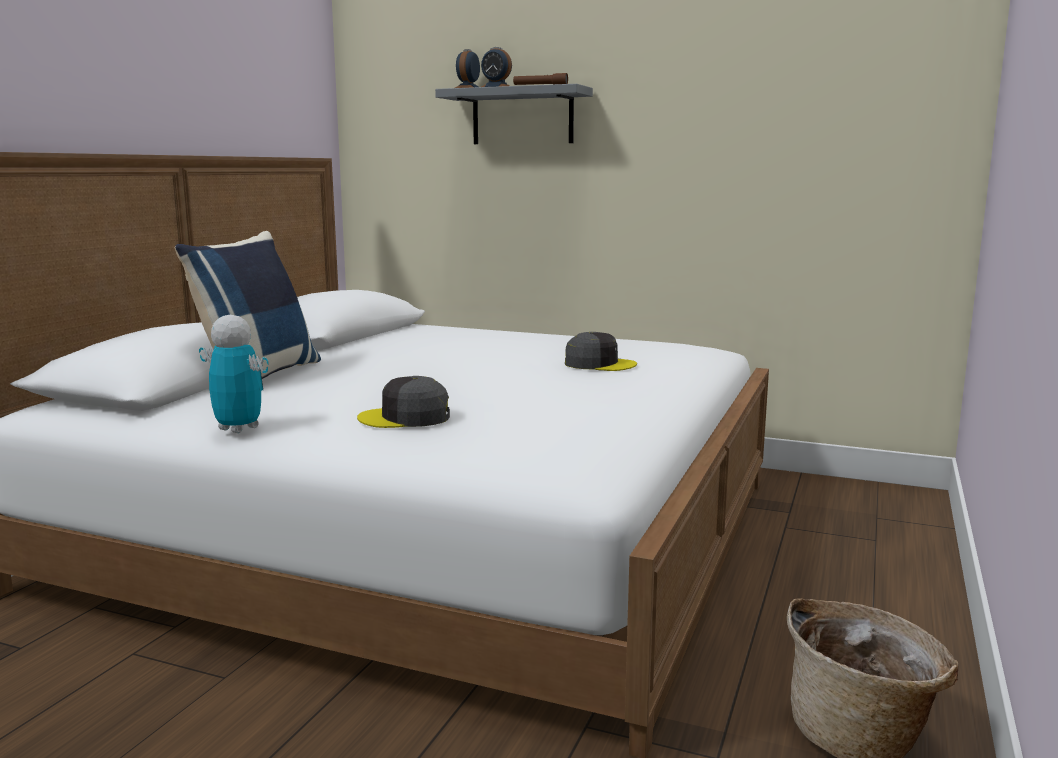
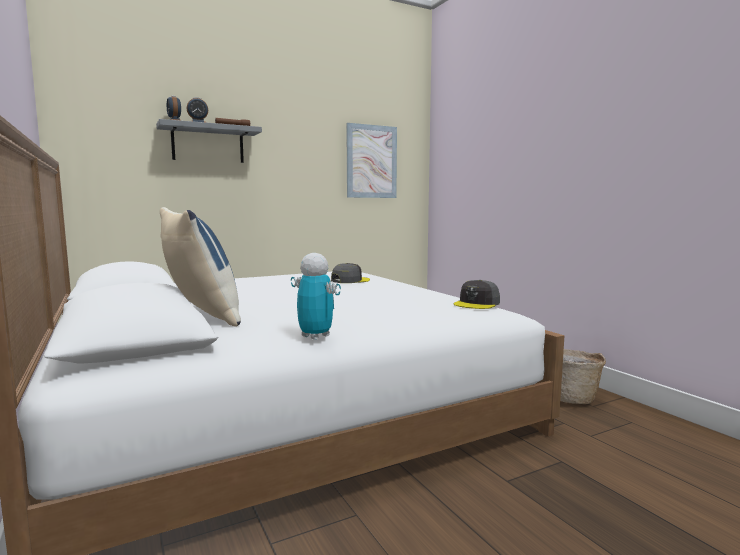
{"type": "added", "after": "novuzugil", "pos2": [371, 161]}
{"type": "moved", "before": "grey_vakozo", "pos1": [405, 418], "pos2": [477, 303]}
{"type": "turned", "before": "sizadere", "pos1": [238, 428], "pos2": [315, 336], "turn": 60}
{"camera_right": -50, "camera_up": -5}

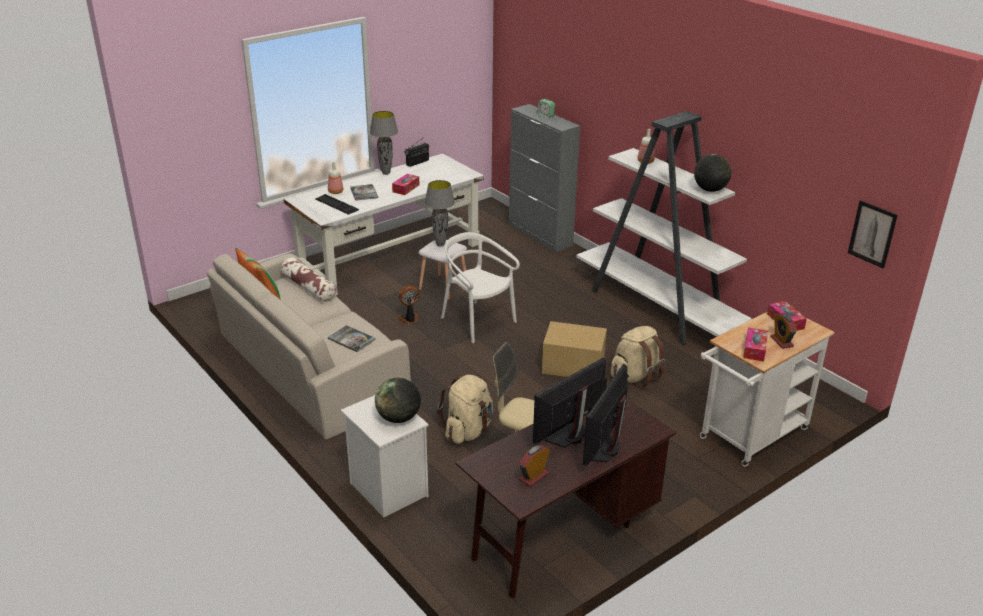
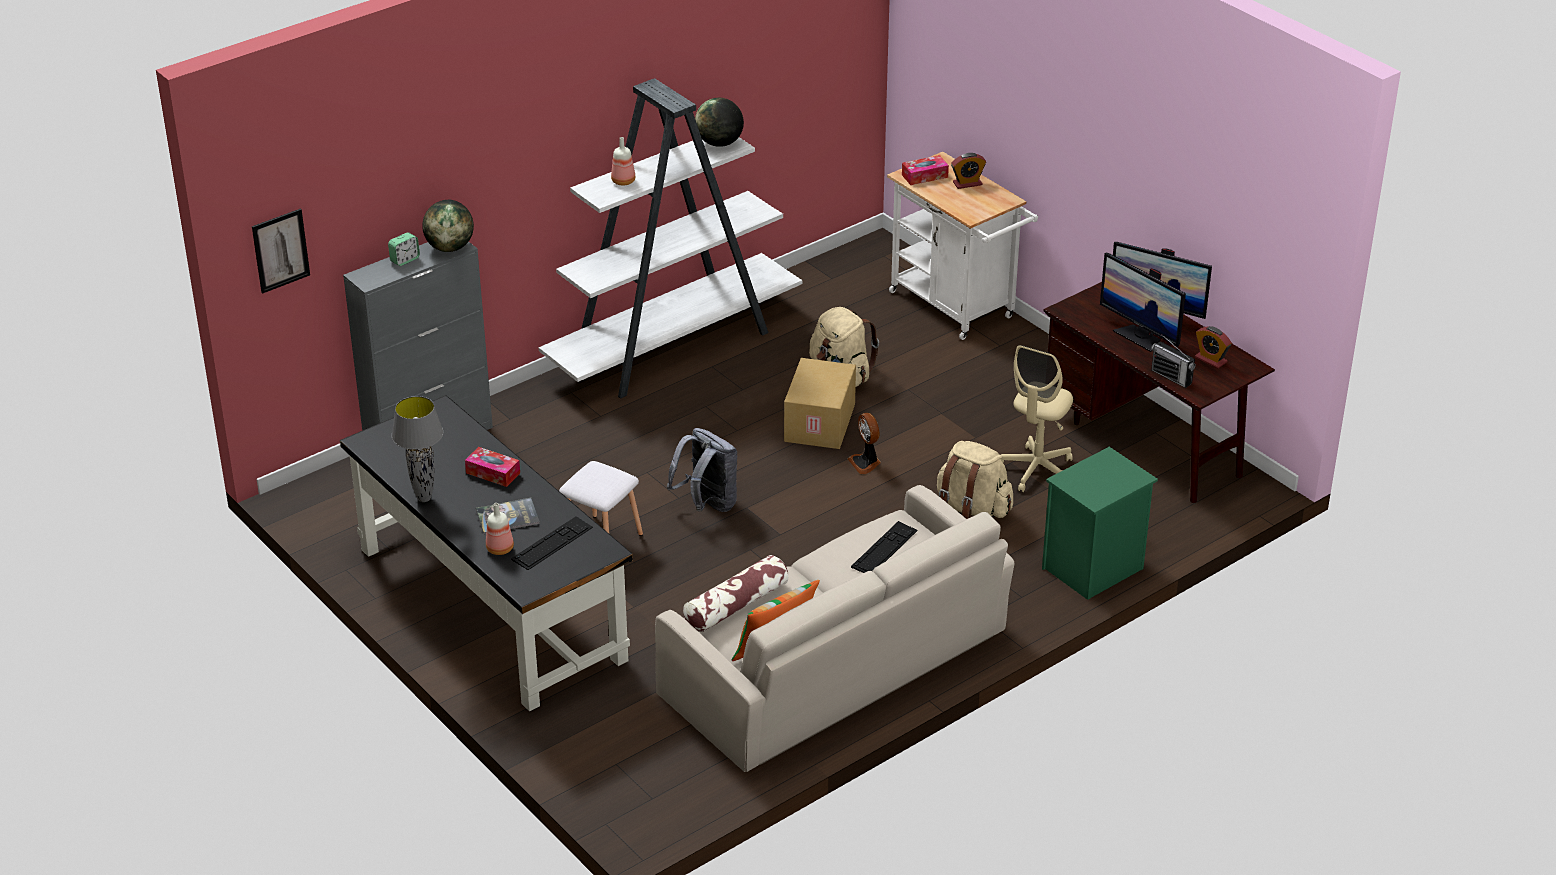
{"type": "removed", "before": "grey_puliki", "pos1": [440, 244]}
{"type": "removed", "before": "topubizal", "pos1": [754, 349]}
{"type": "moved", "before": "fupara", "pos1": [398, 418], "pos2": [449, 248]}
{"type": "moved", "before": "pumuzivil", "pos1": [409, 319], "pos2": [866, 463]}
{"type": "moved", "before": "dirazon", "pos1": [417, 162], "pos2": [1171, 377]}
{"type": "moved", "before": "novuzugil", "pos1": [872, 234], "pos2": [280, 250]}
{"type": "replaced", "before": "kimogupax", "after": "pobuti", "pos1": [351, 339], "pos2": [884, 549]}
{"type": "replaced", "before": "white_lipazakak", "after": "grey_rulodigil", "pos1": [477, 321], "pos2": [707, 505]}
{"type": "recoloured", "before": "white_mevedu", "after": "black_mevedu", "pos1": [390, 256], "pos2": [489, 603]}
{"type": "recoloured", "before": "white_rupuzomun", "after": "green_rupuzomun", "pos1": [386, 489], "pos2": [1093, 569]}
{"camera_right": -90, "camera_up": 5}

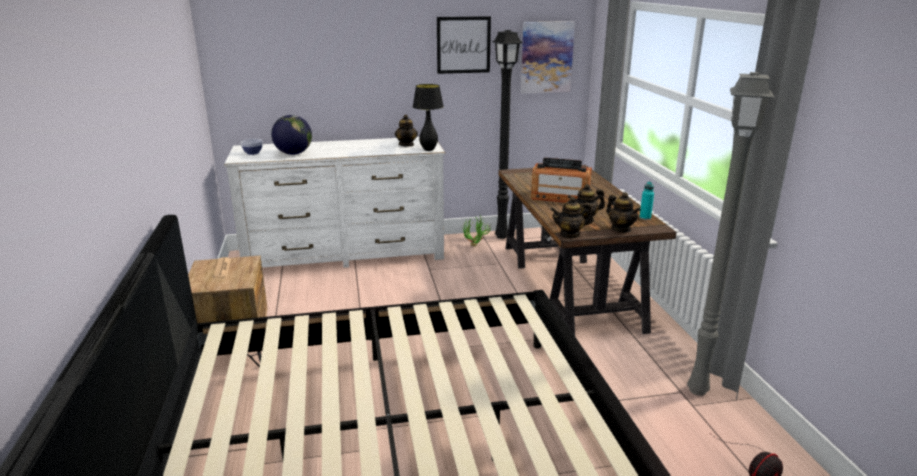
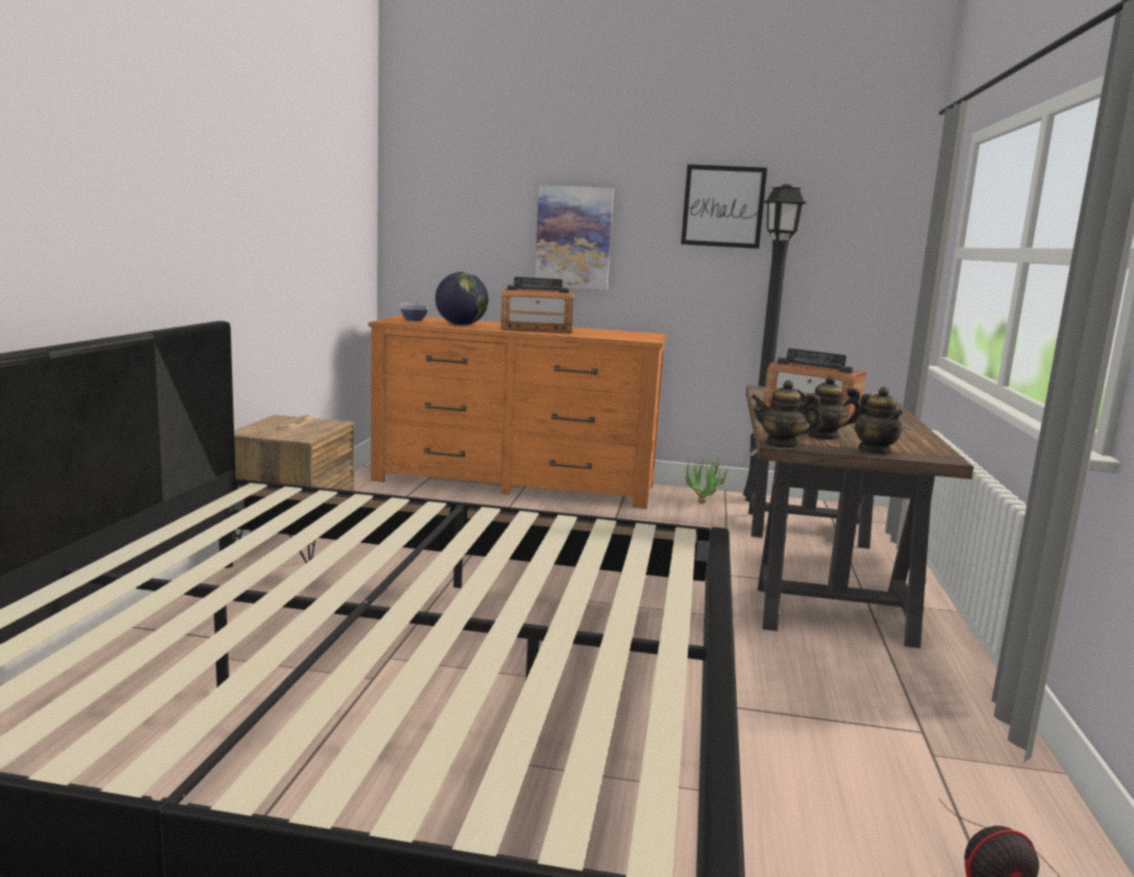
{"type": "removed", "before": "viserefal", "pos1": [406, 145]}
{"type": "removed", "before": "black_puliki", "pos1": [429, 149]}
{"type": "removed", "before": "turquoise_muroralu", "pos1": [645, 218]}
{"type": "removed", "before": "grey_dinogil", "pos1": [699, 390]}
{"type": "added", "after": "dirazon", "pos2": [535, 330]}
{"type": "moved", "before": "novuzugil", "pos1": [546, 57], "pos2": [573, 237]}
{"type": "recoloured", "before": "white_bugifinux", "after": "orange_bugifinux", "pos1": [345, 254], "pos2": [515, 482]}
{"camera_right": 20, "camera_up": -10}

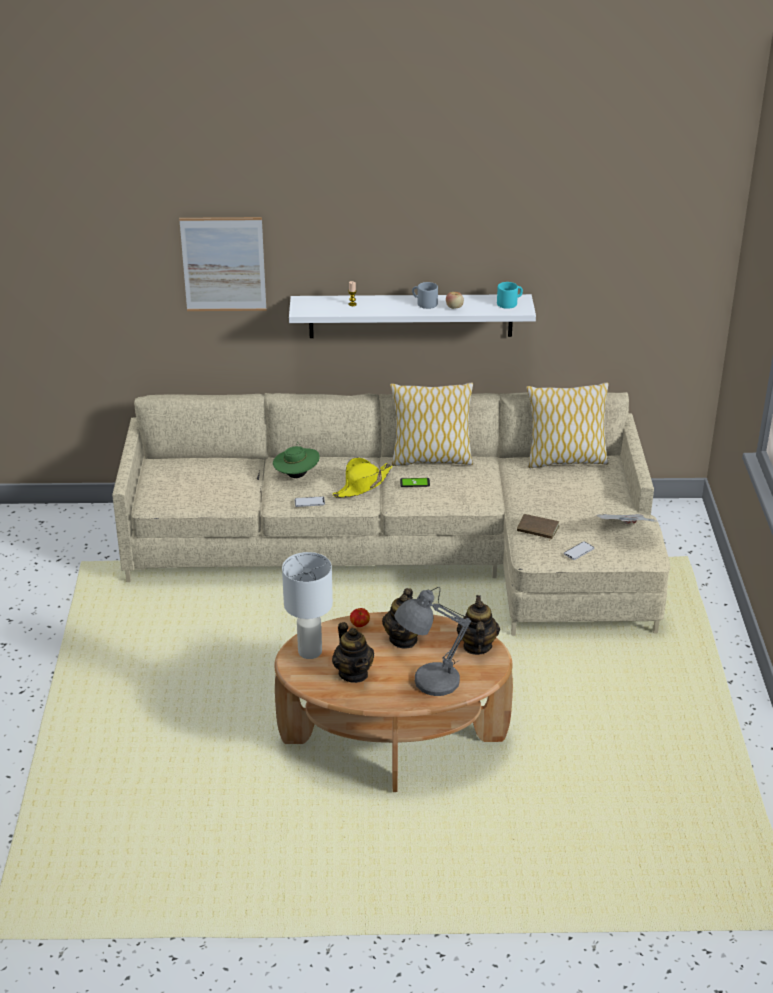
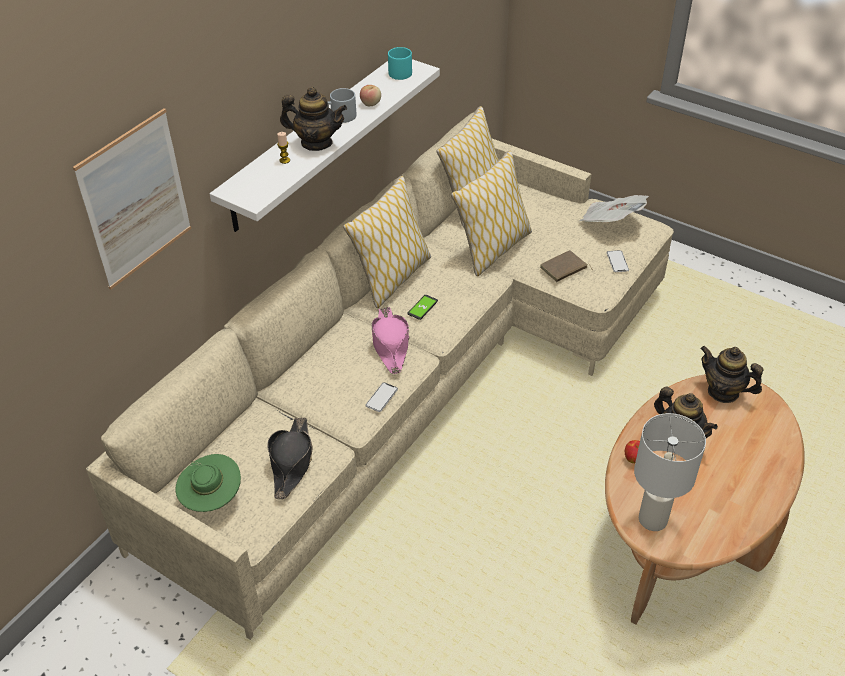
{"type": "removed", "before": "grey_puliki", "pos1": [430, 682]}
{"type": "added", "after": "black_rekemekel", "pos2": [291, 462]}
{"type": "added", "after": "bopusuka", "pos2": [493, 249]}
{"type": "moved", "before": "green_rekemekel", "pos1": [296, 475], "pos2": [211, 498]}
{"type": "moved", "before": "viserefal", "pos1": [353, 673], "pos2": [316, 143]}
{"type": "recoloured", "before": "yellow_rekemekel", "after": "pink_rekemekel", "pos1": [362, 485], "pos2": [390, 344]}
{"camera_right": -55, "camera_up": 10}

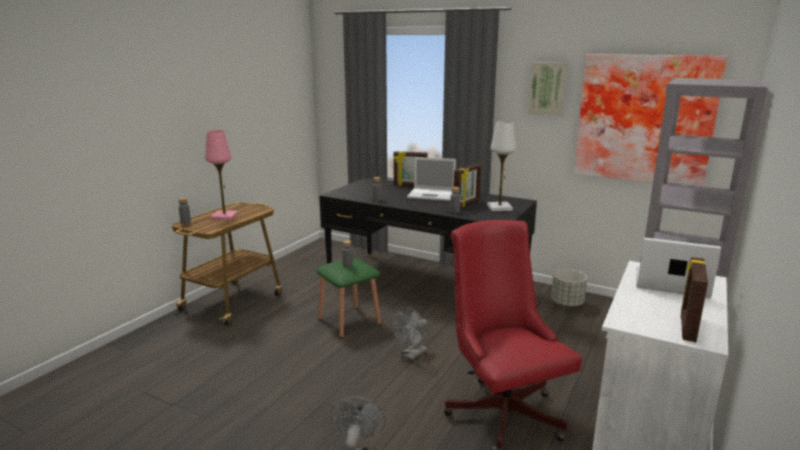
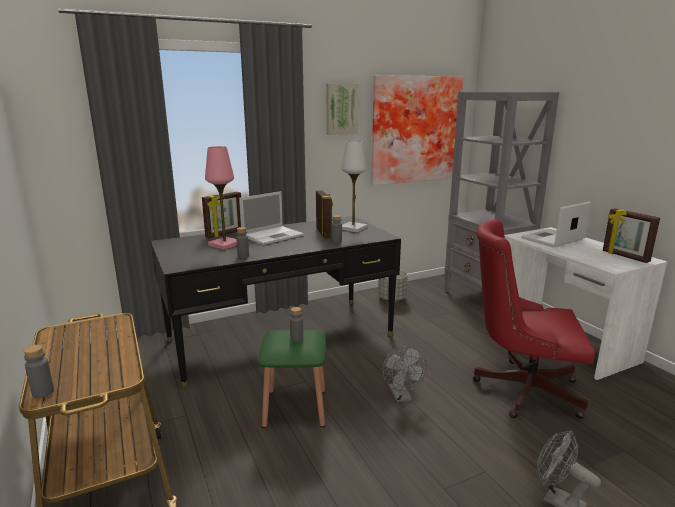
{"type": "moved", "before": "pink_puliki", "pos1": [224, 216], "pos2": [224, 244]}
{"camera_right": -55, "camera_up": 0}

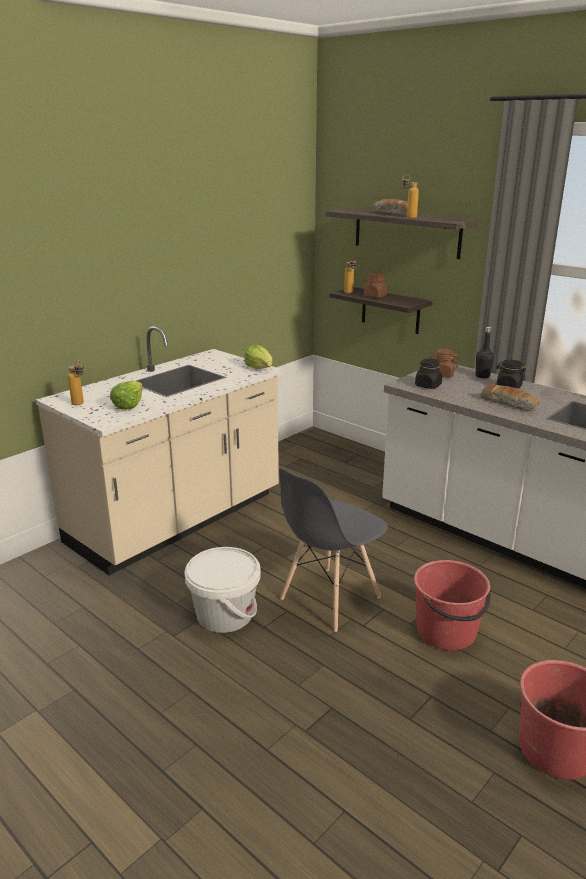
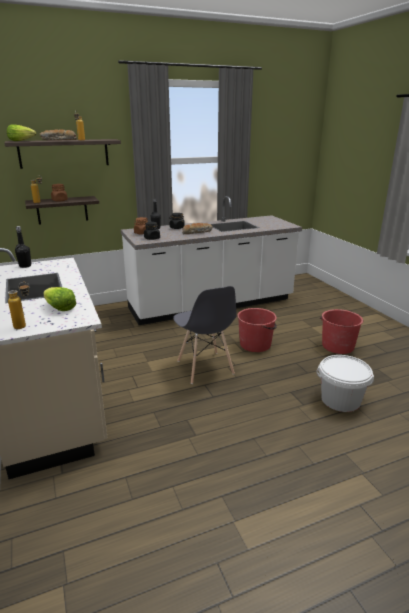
{"type": "added", "after": "black_muroralu", "pos2": [25, 266]}
{"type": "moved", "before": "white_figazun", "pos1": [225, 614], "pos2": [340, 400]}
{"type": "moved", "before": "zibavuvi", "pos1": [260, 368], "pos2": [21, 141]}
{"camera_right": -65, "camera_up": 0}

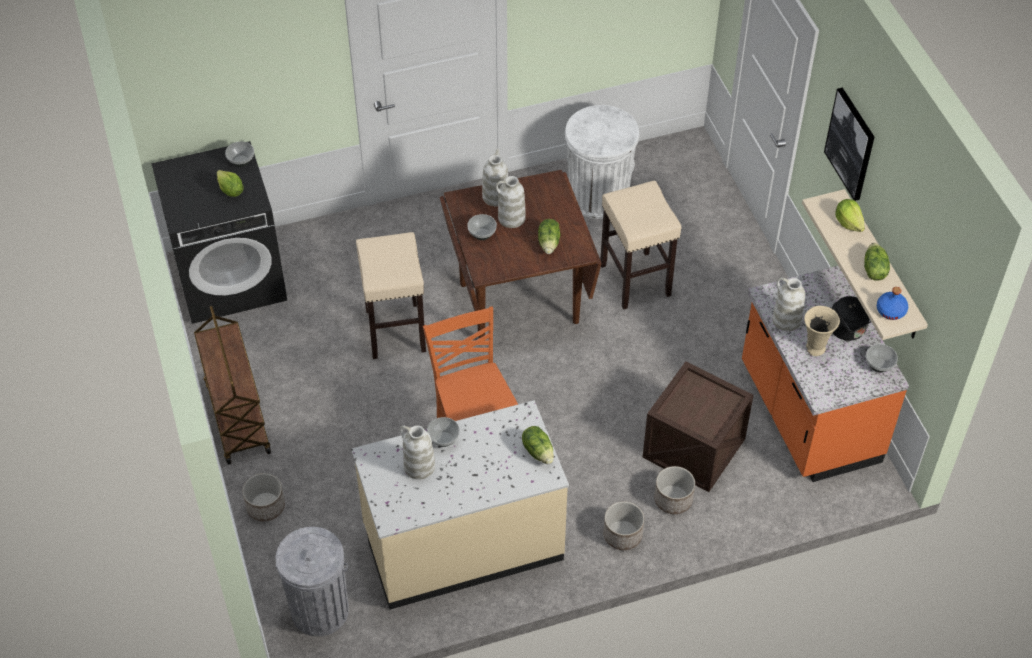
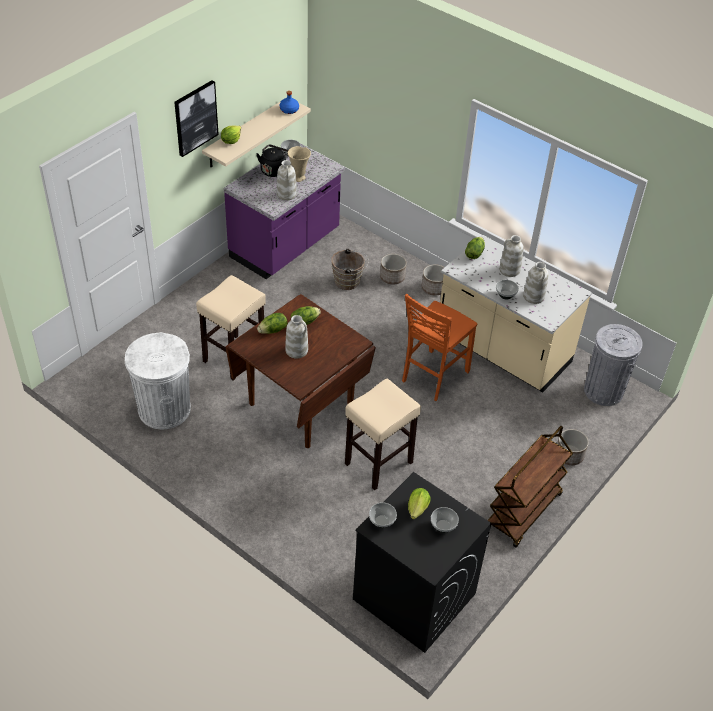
{"type": "moved", "before": "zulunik", "pos1": [482, 234], "pos2": [443, 526]}
{"type": "moved", "before": "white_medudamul", "pos1": [495, 196], "pos2": [509, 270]}
{"type": "moved", "before": "zibavuvi", "pos1": [873, 270], "pos2": [273, 330]}
{"type": "replaced", "before": "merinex", "after": "brown_figazun", "pos1": [694, 448], "pos2": [349, 282]}
{"type": "recoloured", "before": "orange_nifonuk", "after": "purple_nifonuk", "pos1": [807, 415], "pos2": [285, 245]}
{"camera_right": -125, "camera_up": -5}

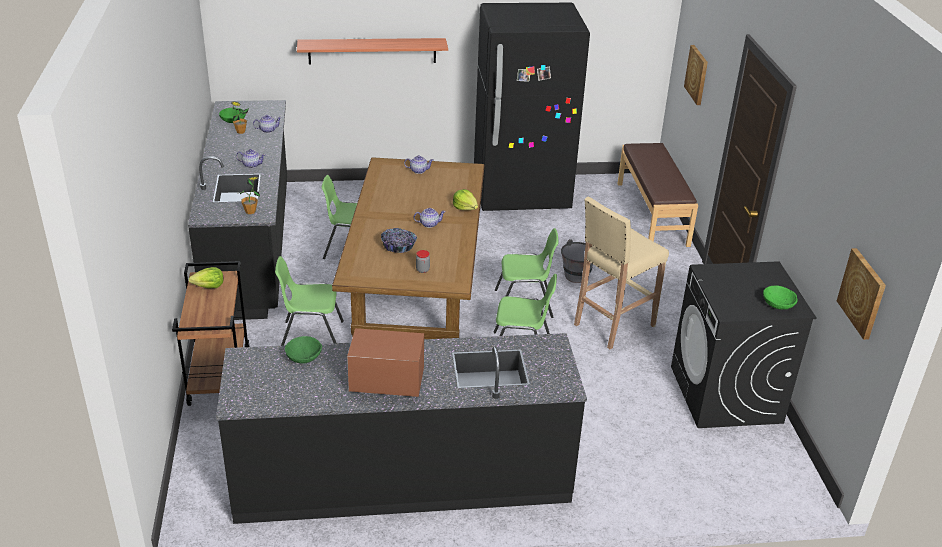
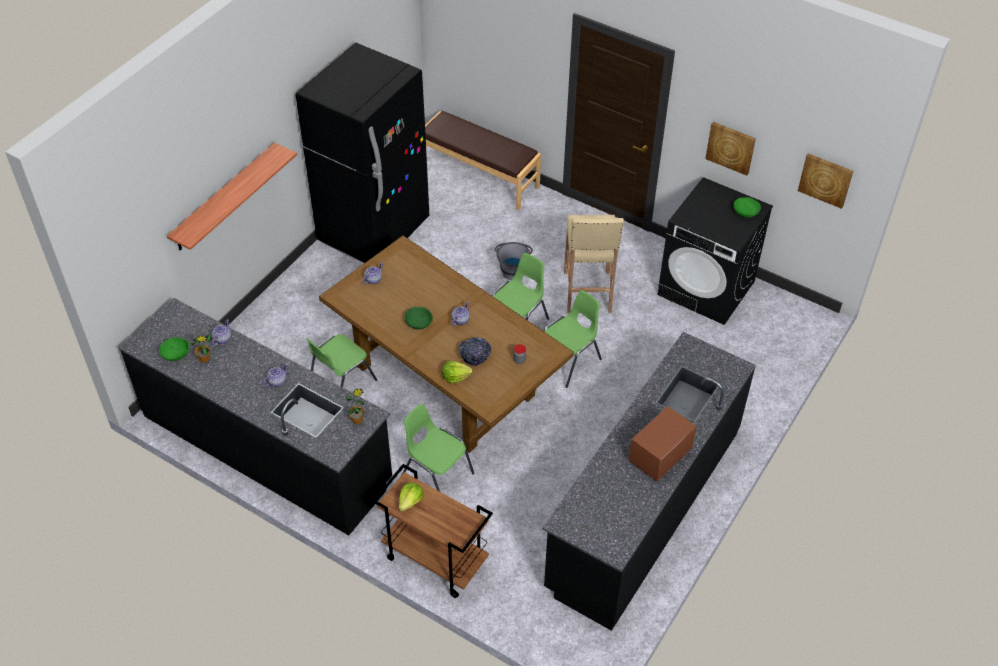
{"type": "moved", "before": "green_zulunik", "pos1": [303, 357], "pos2": [418, 323]}
{"type": "moved", "before": "zibavuvi", "pos1": [465, 208], "pos2": [455, 376]}
{"type": "moved", "before": "novuzugil", "pos1": [697, 74], "pos2": [731, 147]}
{"type": "turned", "before": "green_lipazakak", "pos1": [311, 336], "pos2": [436, 474], "turn": 90}
{"camera_right": -50, "camera_up": 15}

